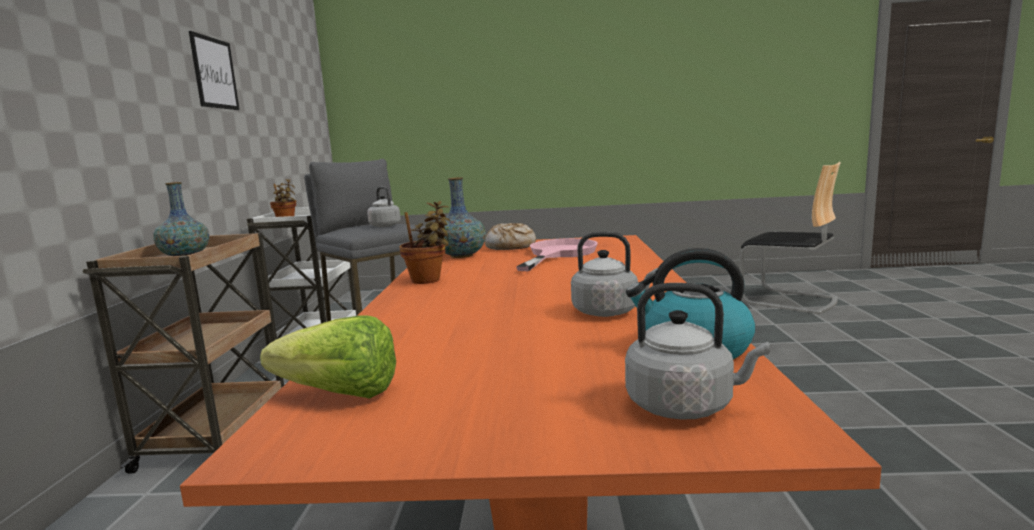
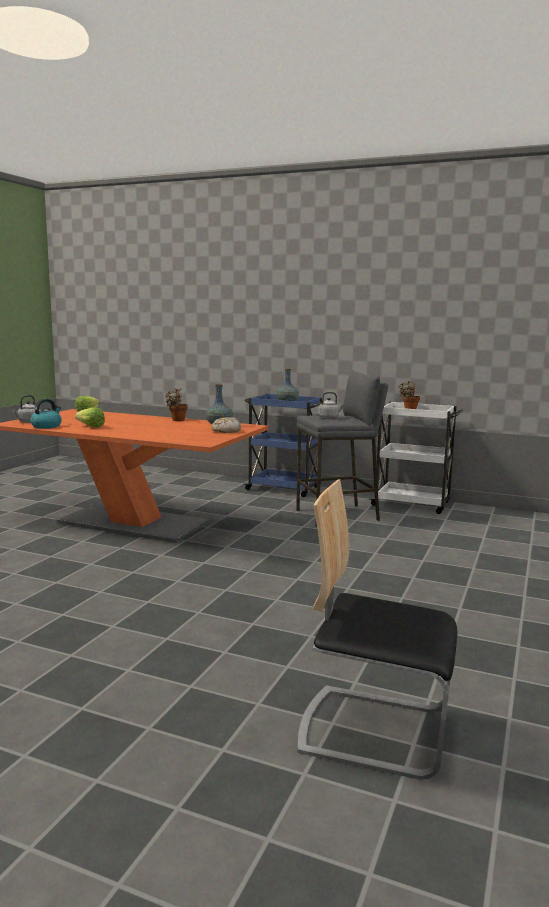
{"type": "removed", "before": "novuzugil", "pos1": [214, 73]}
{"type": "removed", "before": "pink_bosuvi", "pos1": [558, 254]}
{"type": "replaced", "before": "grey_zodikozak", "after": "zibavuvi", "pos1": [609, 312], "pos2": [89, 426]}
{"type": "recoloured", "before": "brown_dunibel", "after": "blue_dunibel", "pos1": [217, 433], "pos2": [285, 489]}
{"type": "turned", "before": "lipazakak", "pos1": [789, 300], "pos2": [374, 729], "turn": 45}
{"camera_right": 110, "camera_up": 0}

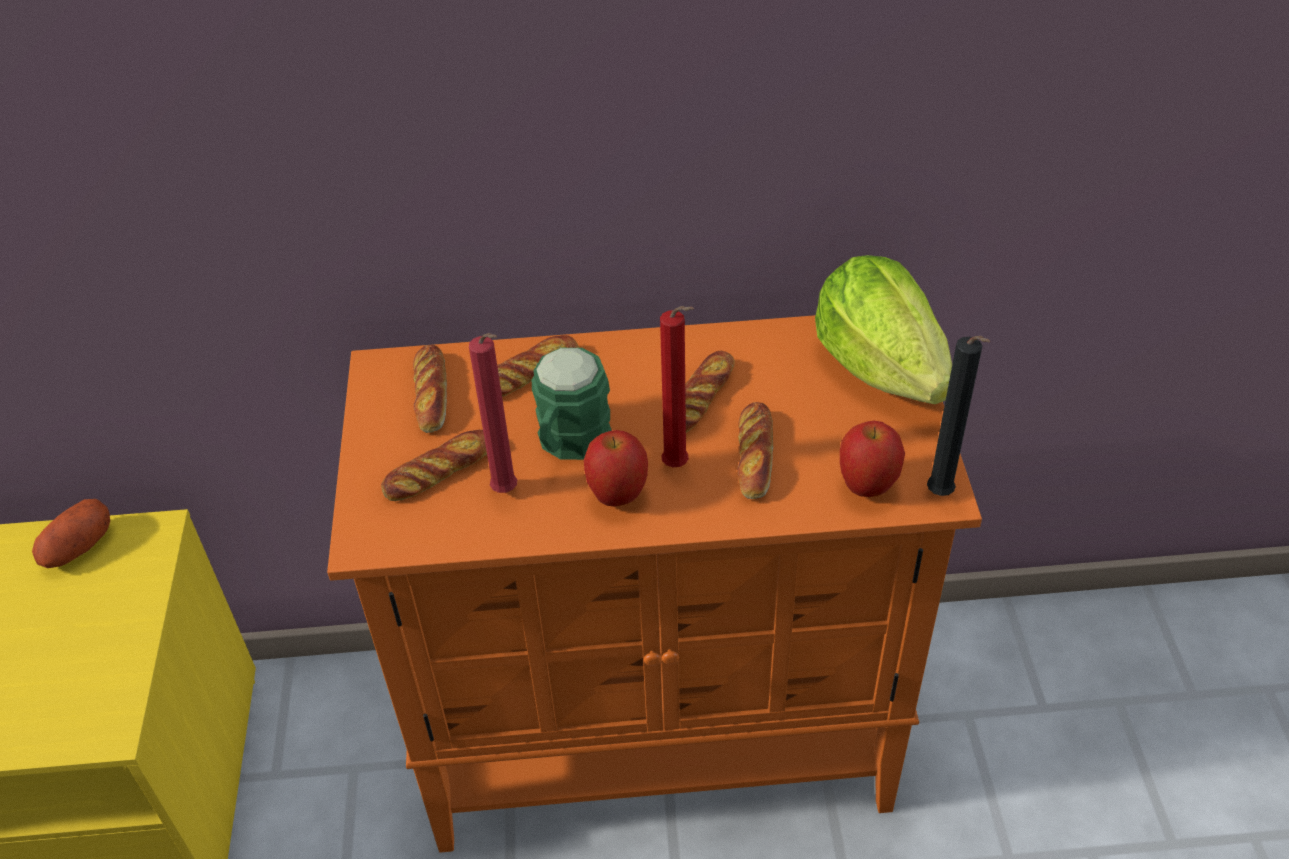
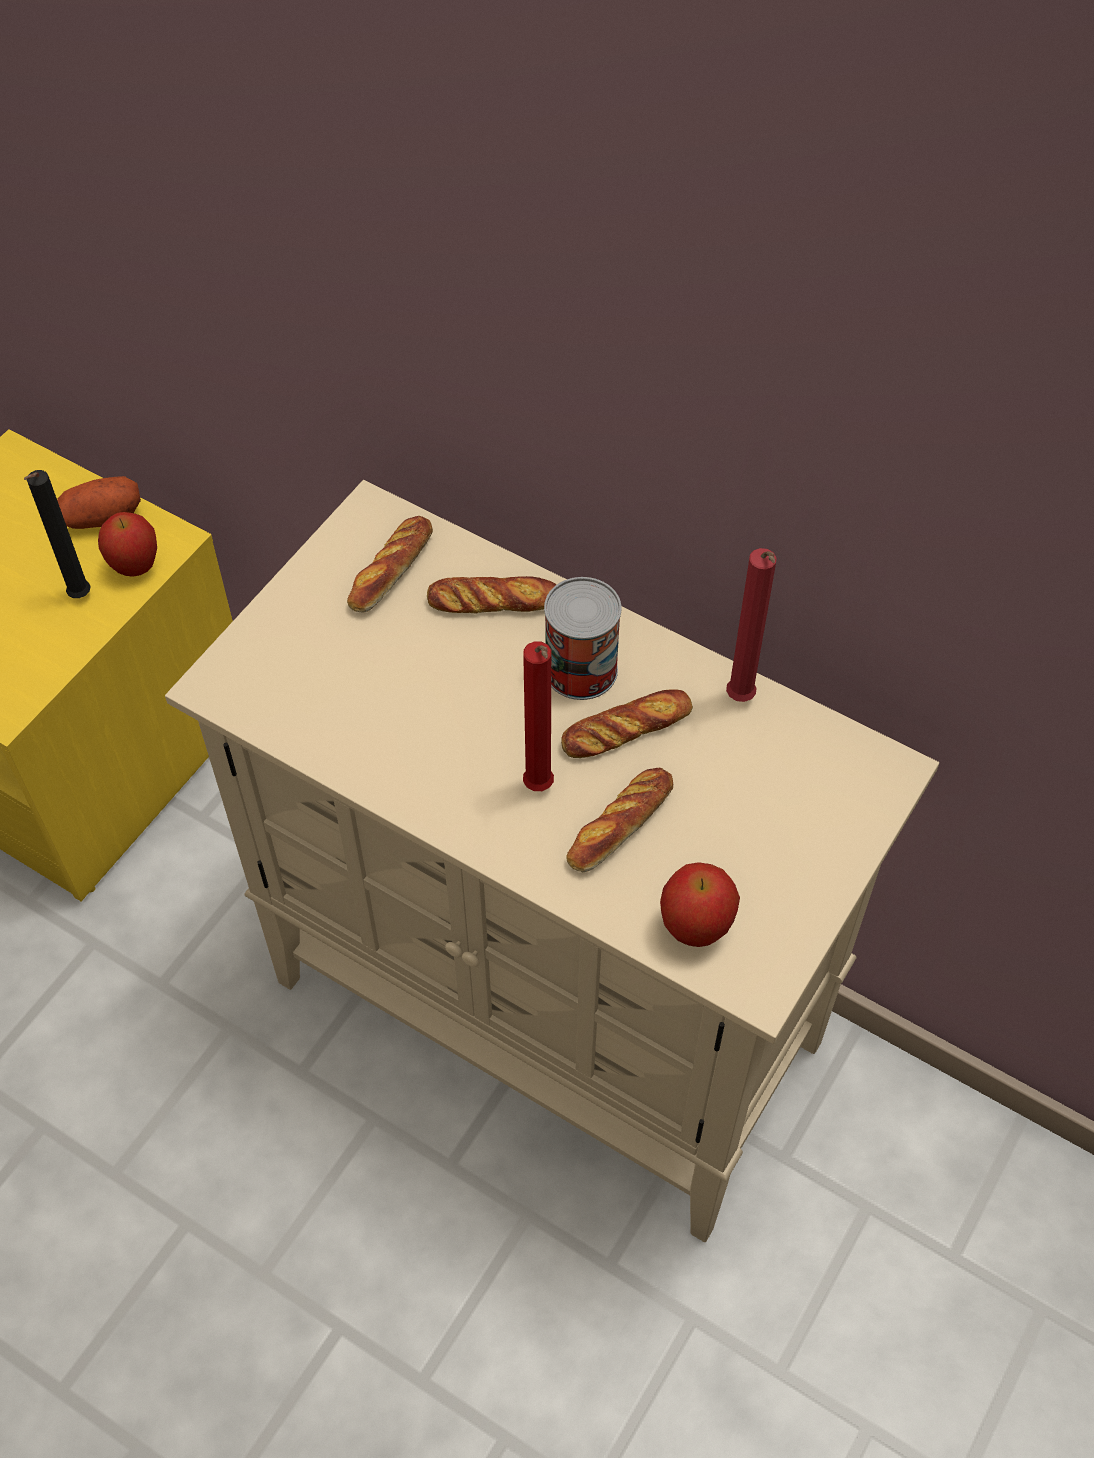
{"type": "removed", "before": "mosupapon", "pos1": [440, 471]}
{"type": "removed", "before": "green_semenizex", "pos1": [569, 443]}
{"type": "removed", "before": "zibavuvi", "pos1": [881, 367]}
{"type": "added", "after": "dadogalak", "pos2": [581, 669]}
{"type": "moved", "before": "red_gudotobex", "pos1": [507, 493], "pos2": [741, 701]}
{"type": "moved", "before": "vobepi", "pos1": [617, 496], "pos2": [135, 567]}
{"type": "moved", "before": "black_gudotobex", "pos1": [942, 496], "pos2": [79, 598]}
{"type": "recoloured", "before": "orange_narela", "after": "beige_narela", "pos1": [662, 735], "pos2": [552, 1014]}
{"camera_right": 35, "camera_up": 10}

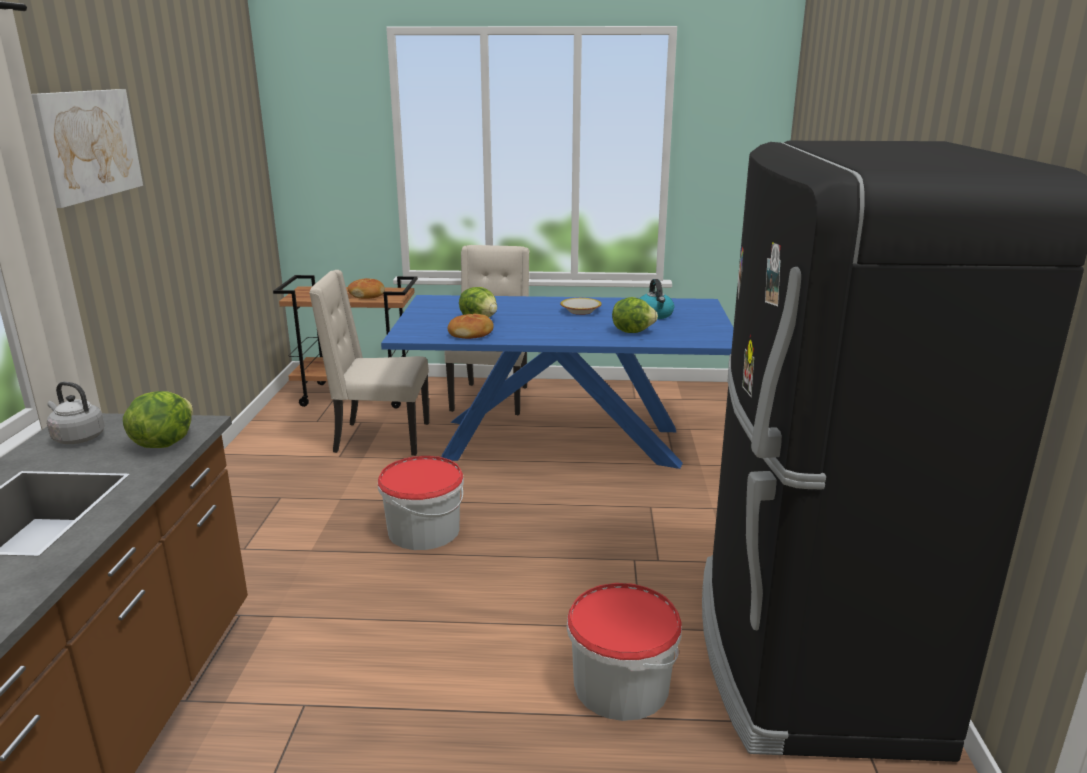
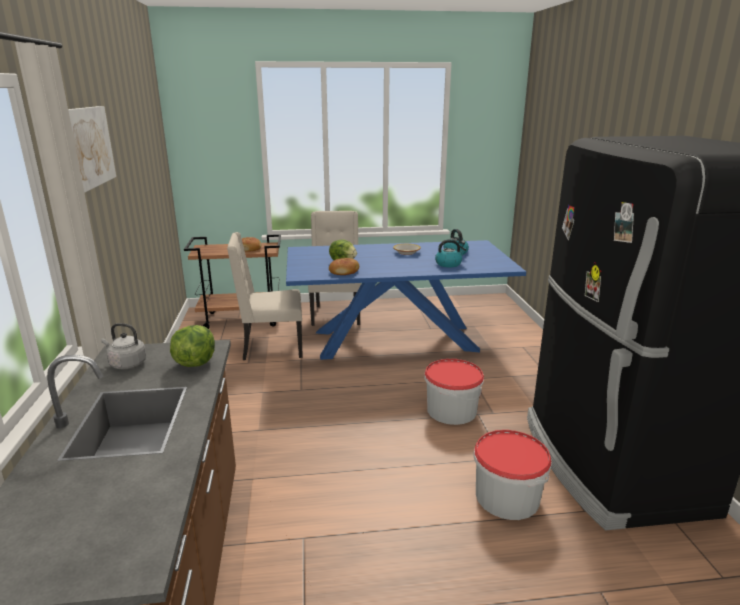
{"type": "moved", "before": "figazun", "pos1": [423, 530], "pos2": [451, 410]}
{"type": "replaced", "before": "zibavuvi", "after": "zodikozak", "pos1": [632, 331], "pos2": [448, 264]}
{"camera_right": -10, "camera_up": 0}

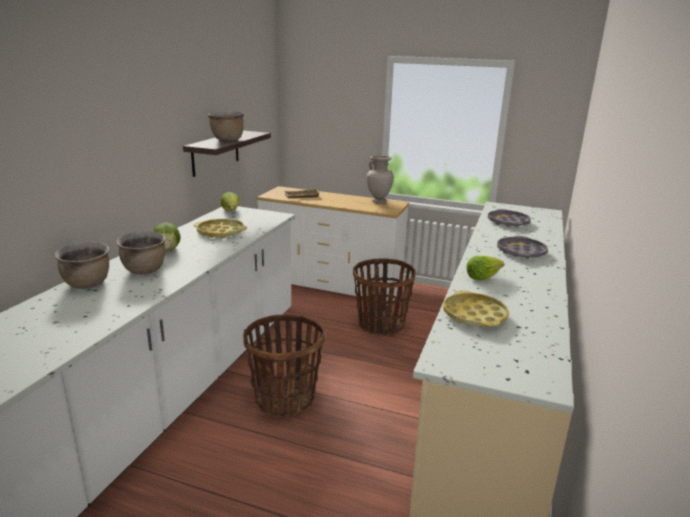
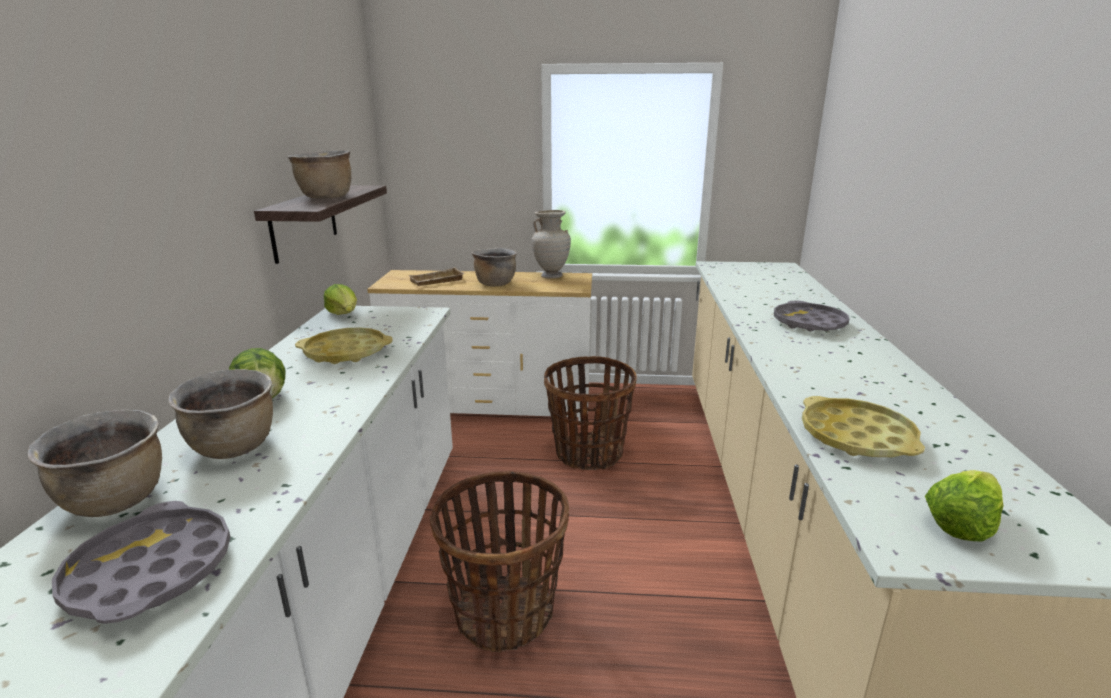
{"type": "added", "after": "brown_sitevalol", "pos2": [495, 284]}
{"type": "moved", "before": "zibavuvi", "pos1": [482, 277], "pos2": [960, 522]}
{"type": "moved", "before": "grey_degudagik", "pos1": [508, 222], "pos2": [150, 571]}
{"camera_right": -15, "camera_up": 0}

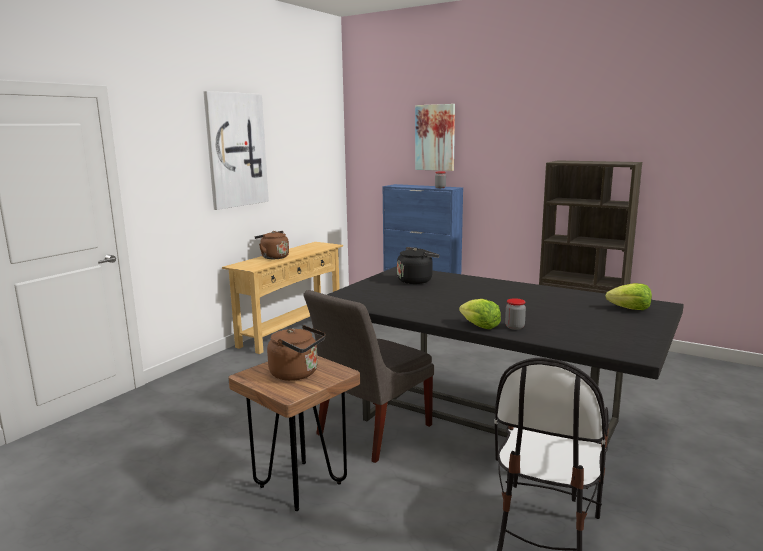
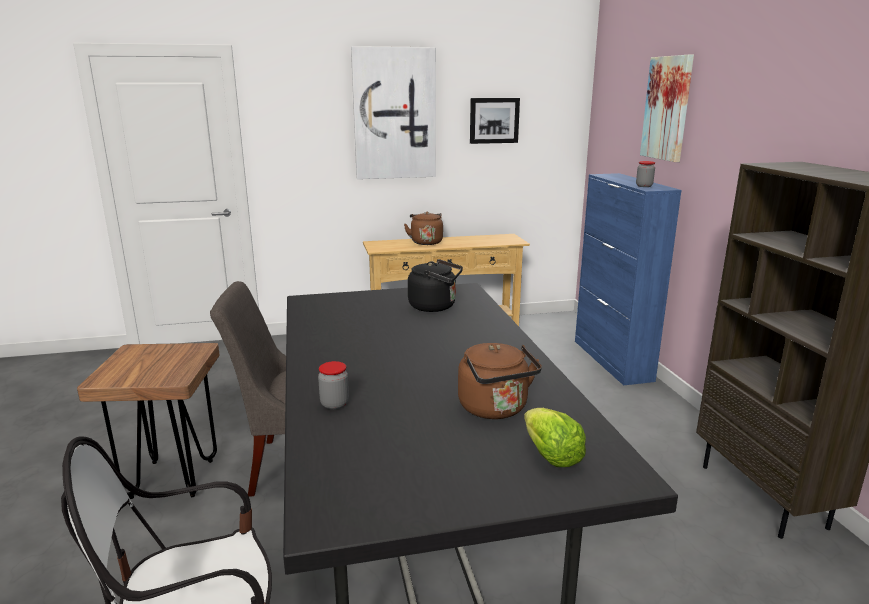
{"type": "removed", "before": "zibavuvi", "pos1": [479, 326]}
{"type": "added", "after": "novuzugil", "pos2": [494, 120]}
{"type": "moved", "before": "brown_zodikozak", "pos1": [297, 374], "pos2": [495, 409]}
{"camera_right": 45, "camera_up": 5}

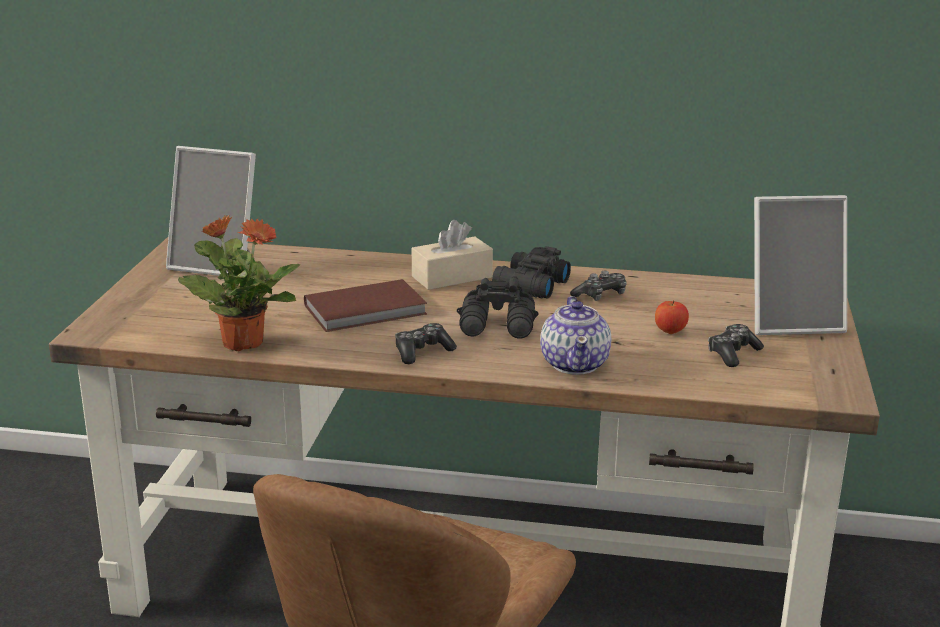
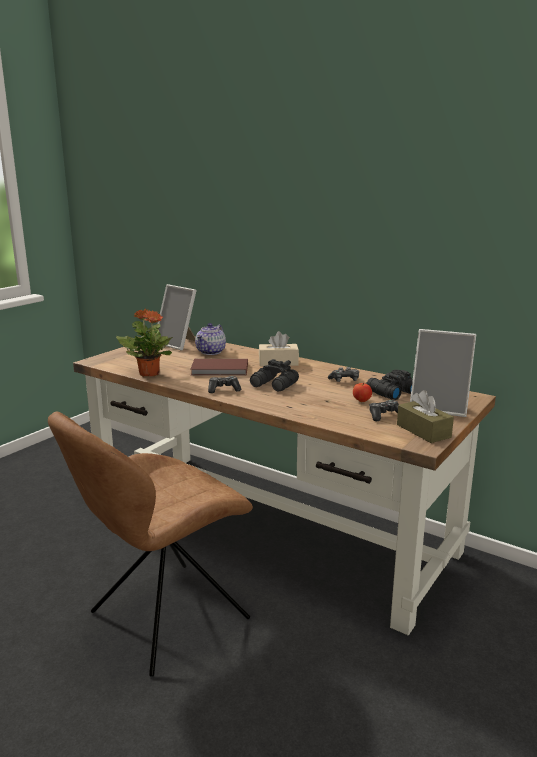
{"type": "added", "after": "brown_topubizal", "pos2": [423, 431]}
{"type": "moved", "before": "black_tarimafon", "pos1": [529, 286], "pos2": [390, 392]}
{"type": "moved", "before": "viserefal", "pos1": [575, 364], "pos2": [211, 352]}
{"camera_right": 25, "camera_up": -5}

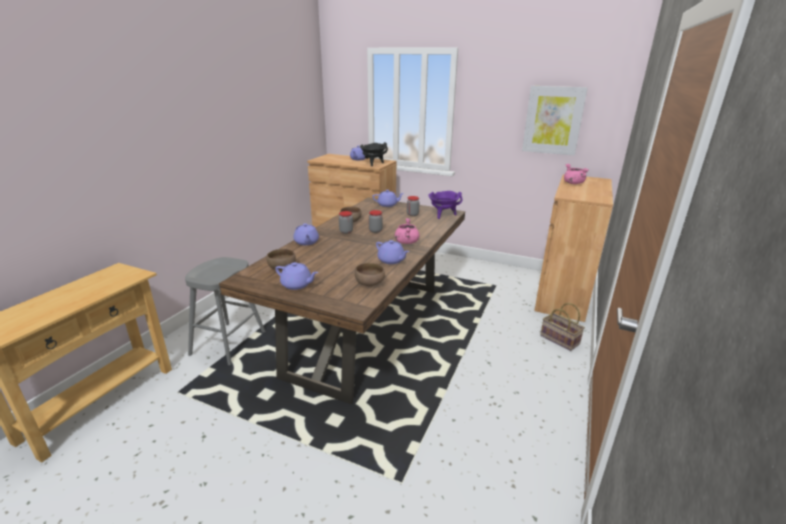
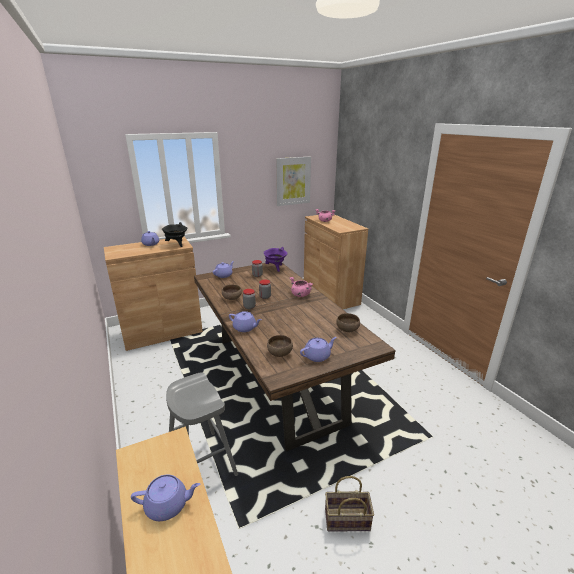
{"type": "moved", "before": "purple_viserefal", "pos1": [391, 260], "pos2": [168, 505]}
{"type": "moved", "before": "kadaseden", "pos1": [558, 339], "pos2": [346, 520]}
{"camera_right": -50, "camera_up": 0}

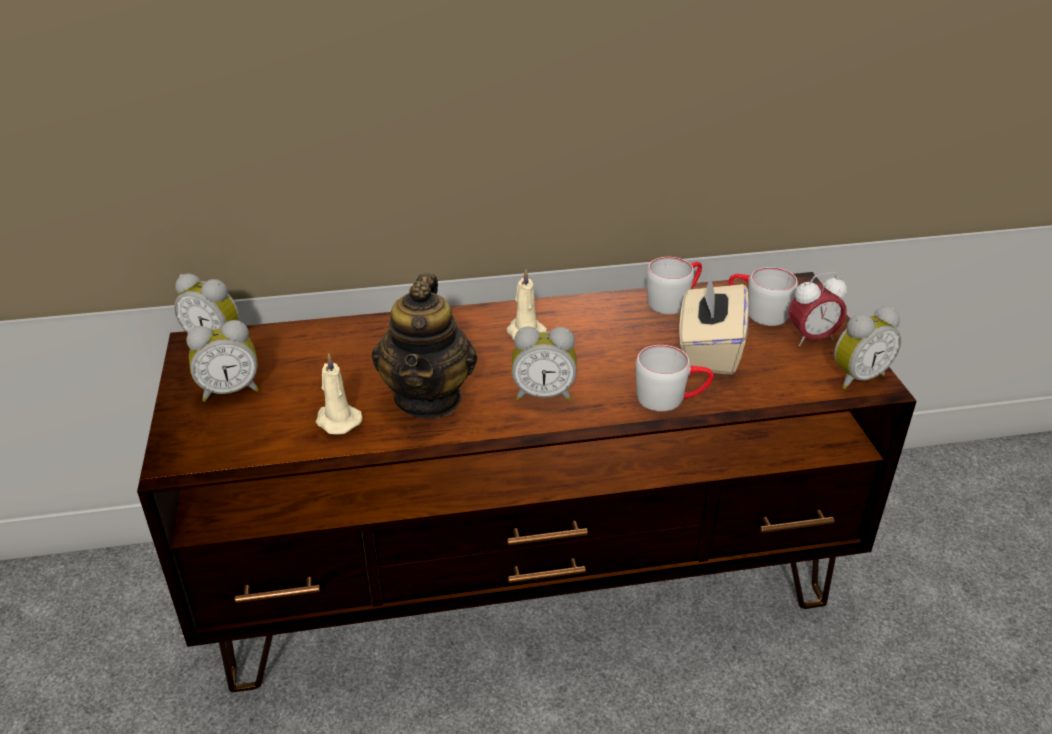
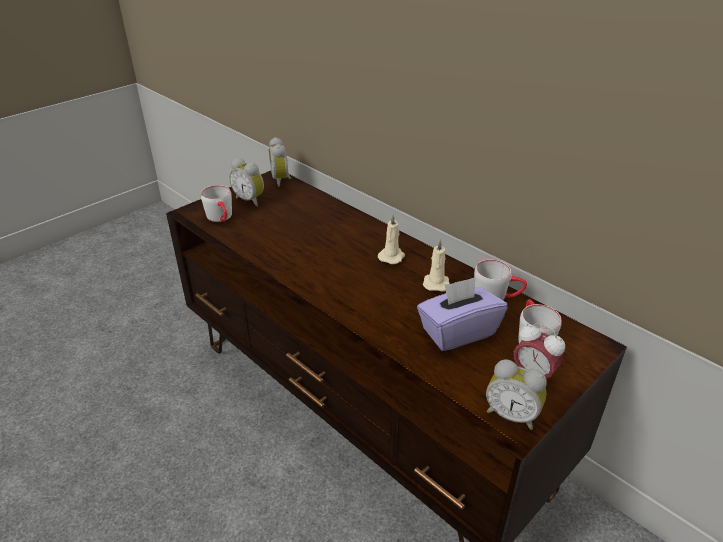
{"type": "removed", "before": "viserefal", "pos1": [429, 398]}
{"type": "removed", "before": "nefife", "pos1": [543, 394]}
{"type": "moved", "before": "beige_gudotobex", "pos1": [337, 420], "pos2": [436, 283]}
{"type": "moved", "before": "grey_semenizex", "pos1": [671, 398], "pos2": [221, 218]}
{"type": "recoloured", "before": "beige_topubizal", "after": "purple_topubizal", "pos1": [709, 351], "pos2": [458, 332]}
{"camera_right": 55, "camera_up": 0}

